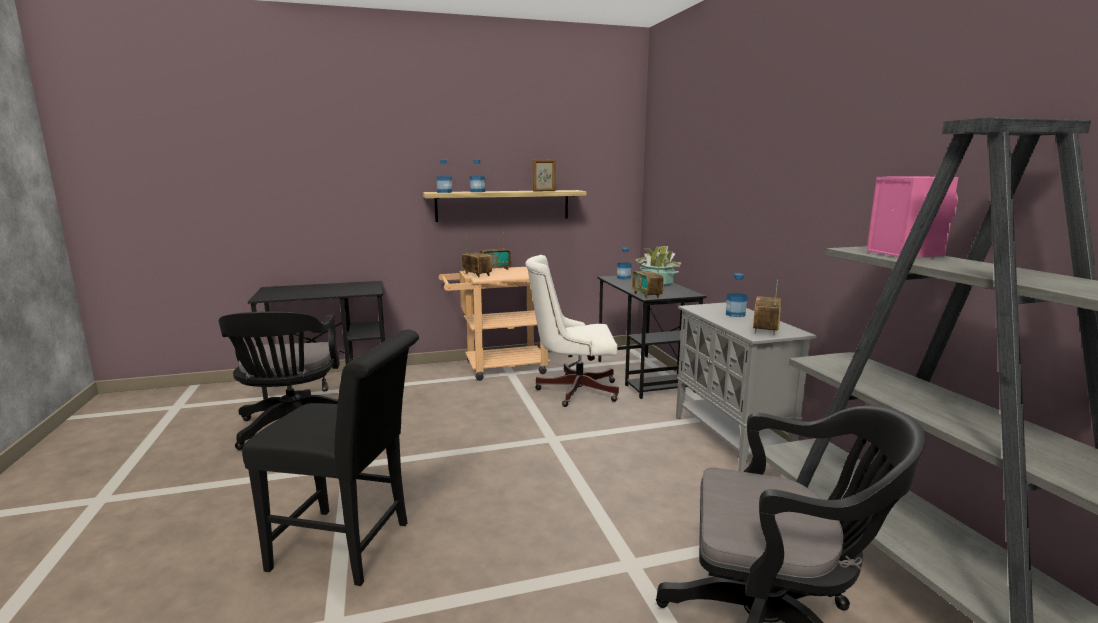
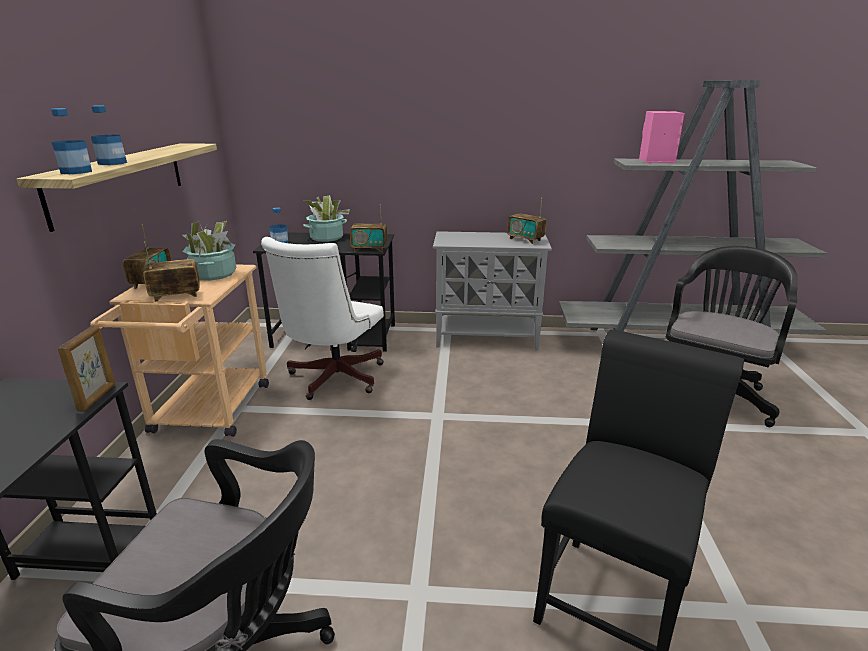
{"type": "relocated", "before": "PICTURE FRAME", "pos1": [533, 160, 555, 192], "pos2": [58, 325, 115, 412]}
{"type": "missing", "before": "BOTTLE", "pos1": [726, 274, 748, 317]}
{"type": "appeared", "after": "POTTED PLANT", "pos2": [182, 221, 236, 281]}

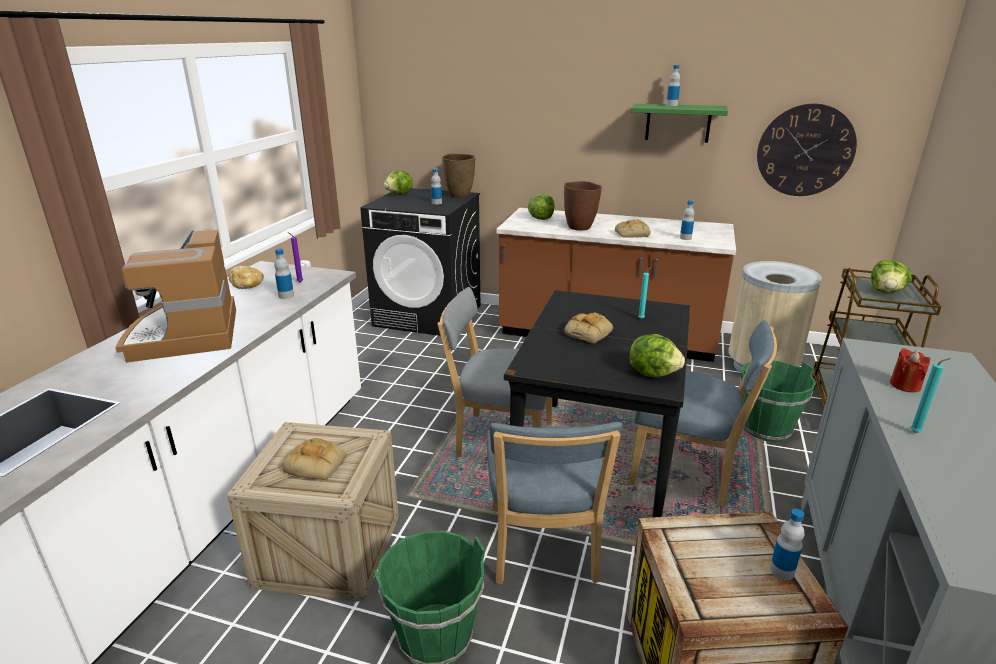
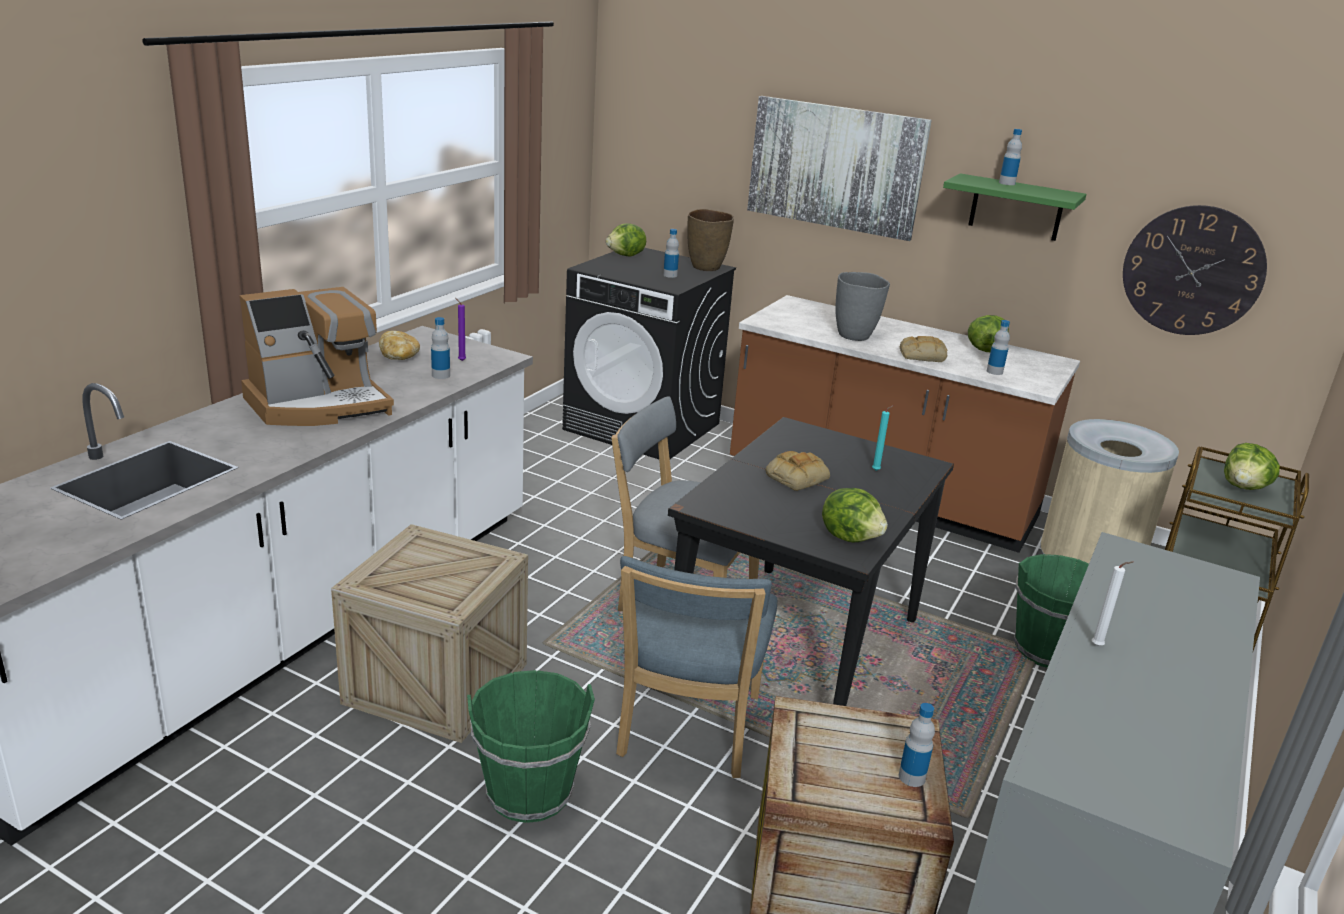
{"type": "spun", "before": "COFFEE MACHINE", "pos1": [115, 230, 236, 363], "pos2": [240, 287, 394, 426], "turn": -120}
{"type": "missing", "before": "BREAD", "pos1": [283, 438, 347, 480]}
{"type": "relocated", "before": "LETTUCE", "pos1": [528, 194, 554, 220], "pos2": [968, 315, 1009, 352]}
{"type": "colour", "before": "BROWN VASE", "after": "GREY VASE", "pos1": [564, 181, 602, 231], "pos2": [835, 272, 890, 341]}
{"type": "missing", "before": "BLUE CHAIR", "pos1": [629, 320, 777, 507]}
{"type": "missing", "before": "RED CANDLE", "pos1": [890, 348, 930, 392]}
{"type": "colour", "before": "TURQUOISE CANDLE", "after": "WHITE CANDLE", "pos1": [910, 358, 951, 433], "pos2": [1092, 561, 1134, 646]}
{"type": "appeared", "after": "PICTURE", "pos2": [747, 96, 932, 241]}

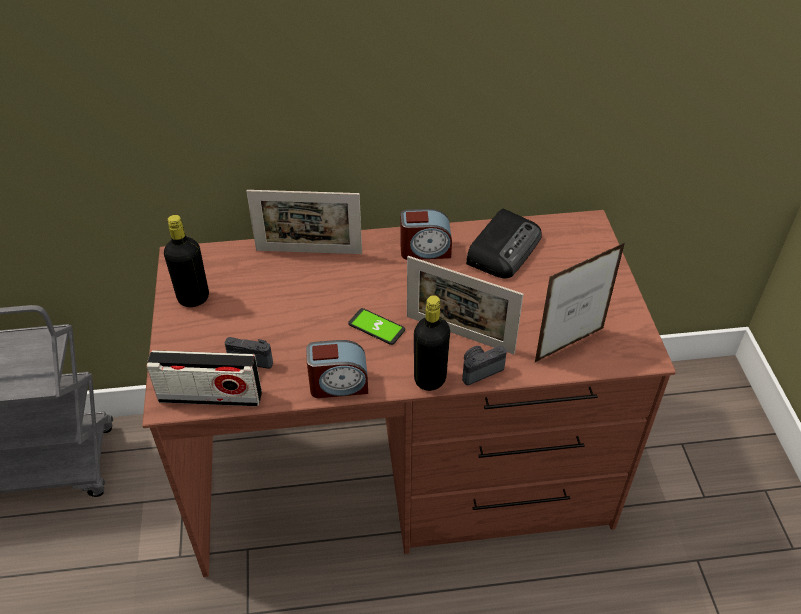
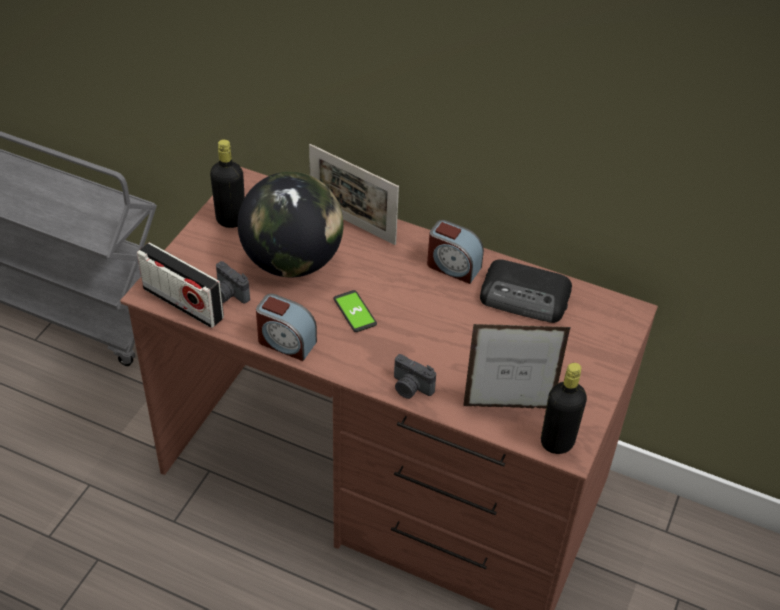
{"type": "missing", "before": "PICTURE FRAME", "pos1": [407, 256, 524, 355]}
{"type": "relocated", "before": "BLACK BOTTLE", "pos1": [414, 295, 450, 391], "pos2": [541, 363, 587, 454]}
{"type": "spun", "before": "PHOTO CAMERA", "pos1": [462, 346, 507, 385], "pos2": [394, 354, 436, 399], "turn": -150}
{"type": "spun", "before": "RADIO", "pos1": [466, 208, 542, 278], "pos2": [480, 259, 572, 323], "turn": 45}
{"type": "appeared", "after": "GLOBE", "pos2": [238, 172, 344, 277]}

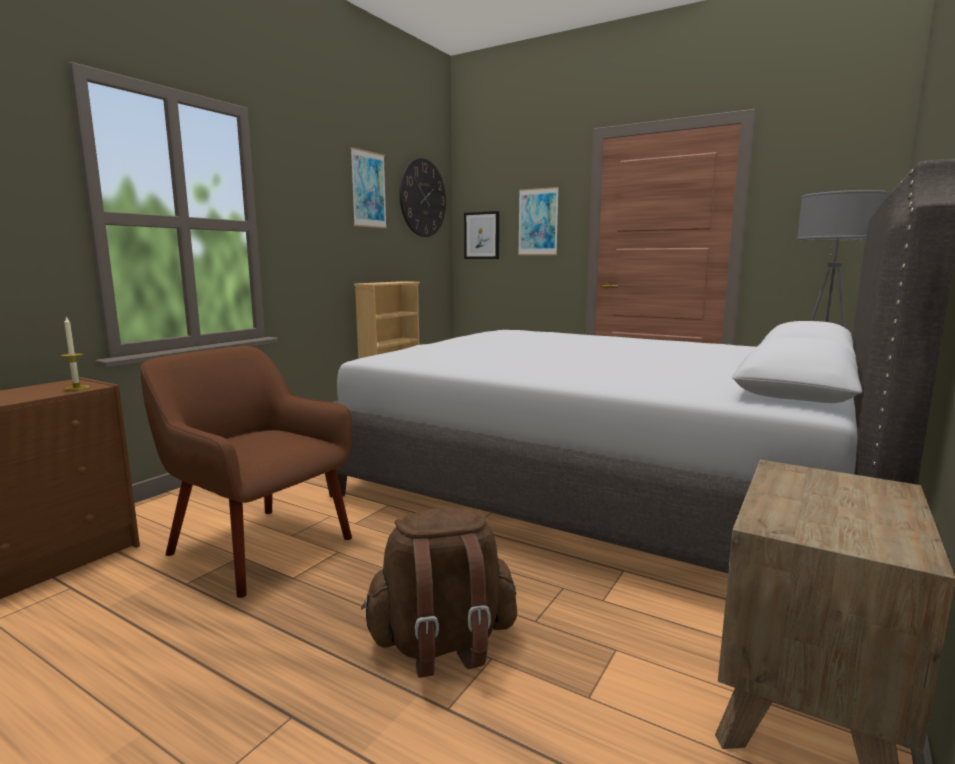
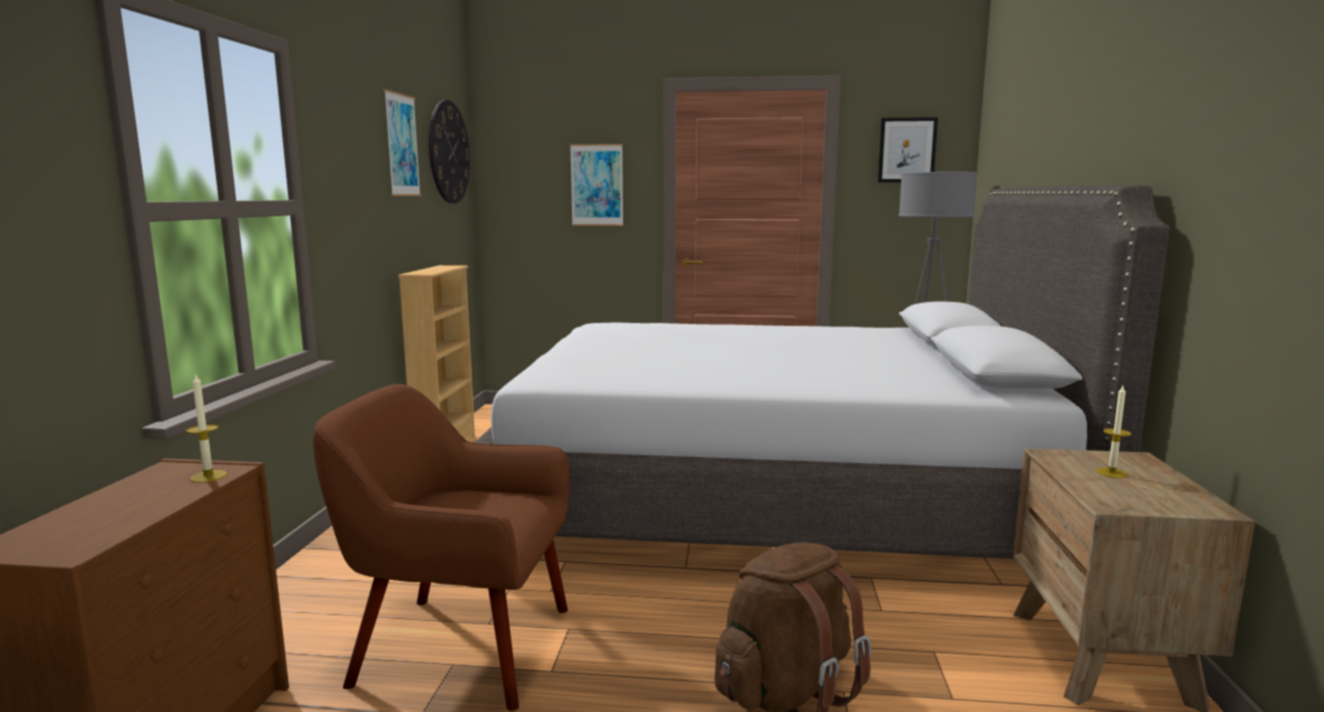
{"type": "relocated", "before": "PICTURE", "pos1": [464, 211, 499, 259], "pos2": [878, 117, 938, 182]}
{"type": "appeared", "after": "CANDLE", "pos2": [1096, 386, 1131, 478]}

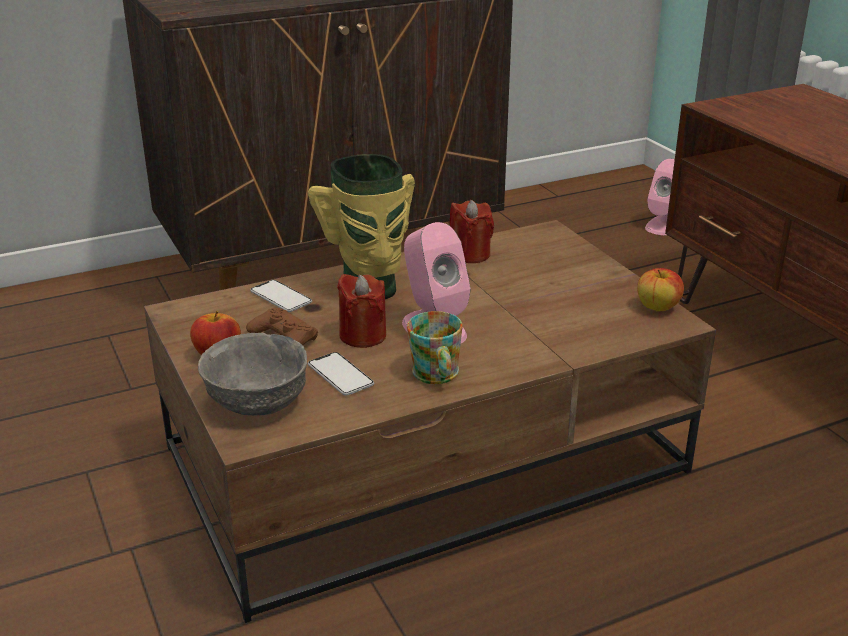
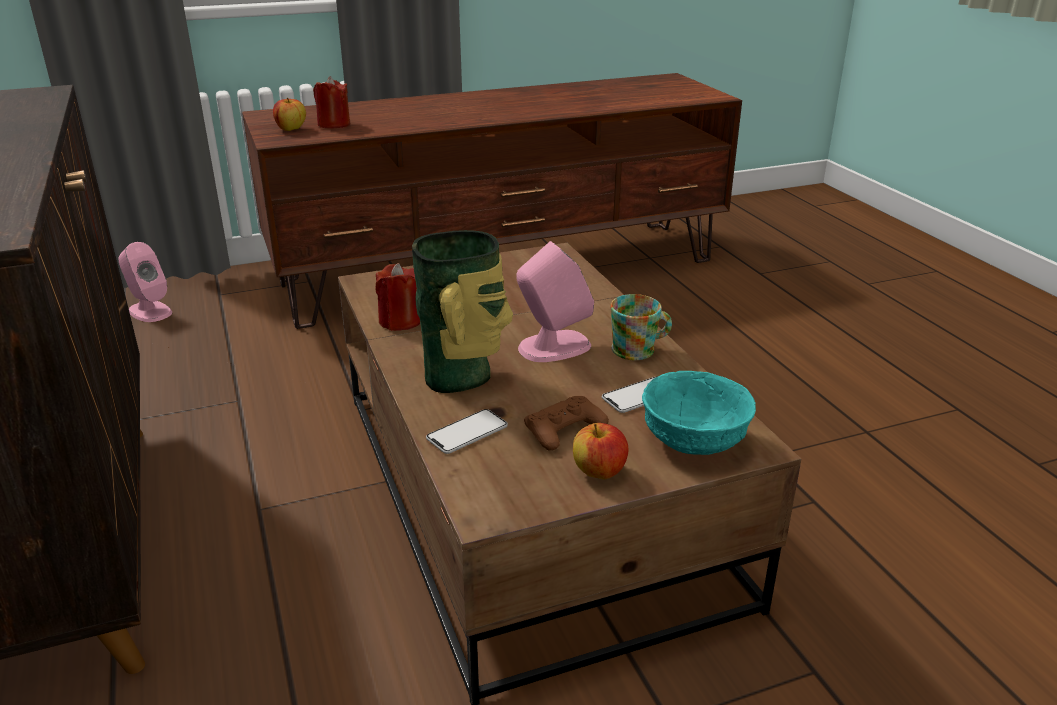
{"type": "colour", "before": "GREY BOWL", "after": "TURQUOISE BOWL", "pos1": [198, 333, 307, 416], "pos2": [642, 371, 756, 455]}
{"type": "relocated", "before": "RED CANDLE", "pos1": [337, 274, 386, 348], "pos2": [313, 76, 350, 128]}
{"type": "relocated", "before": "APPLE", "pos1": [637, 268, 684, 312], "pos2": [273, 98, 306, 131]}

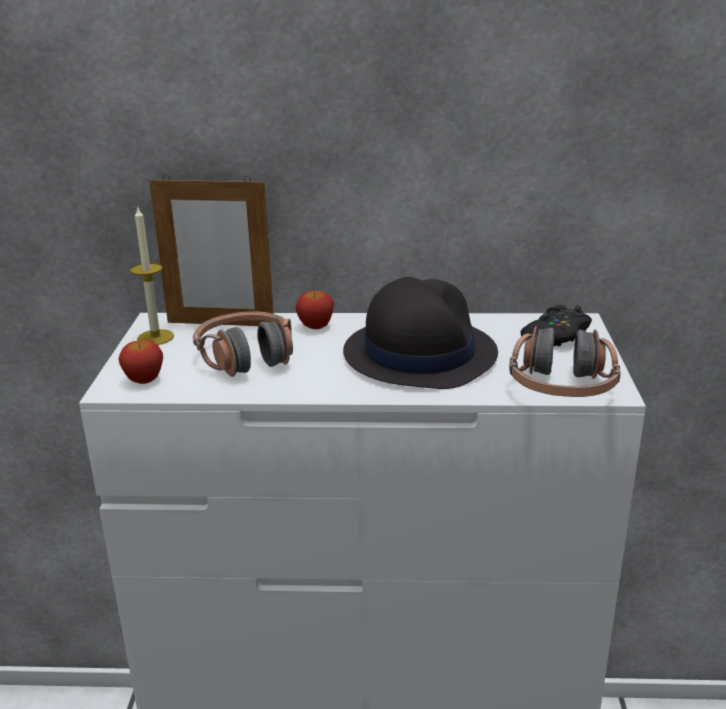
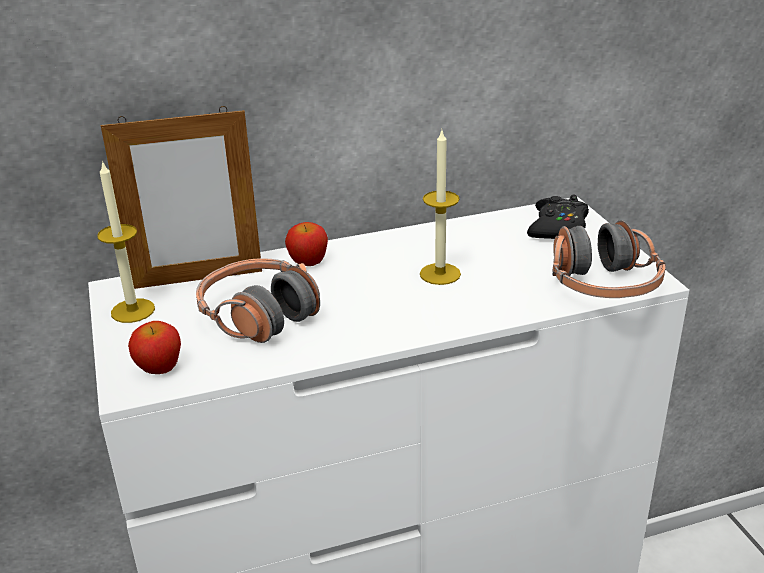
{"type": "exchanged", "before": "BLACK HAT", "after": "CANDLE", "pos1": [343, 277, 498, 389], "pos2": [420, 128, 461, 285]}

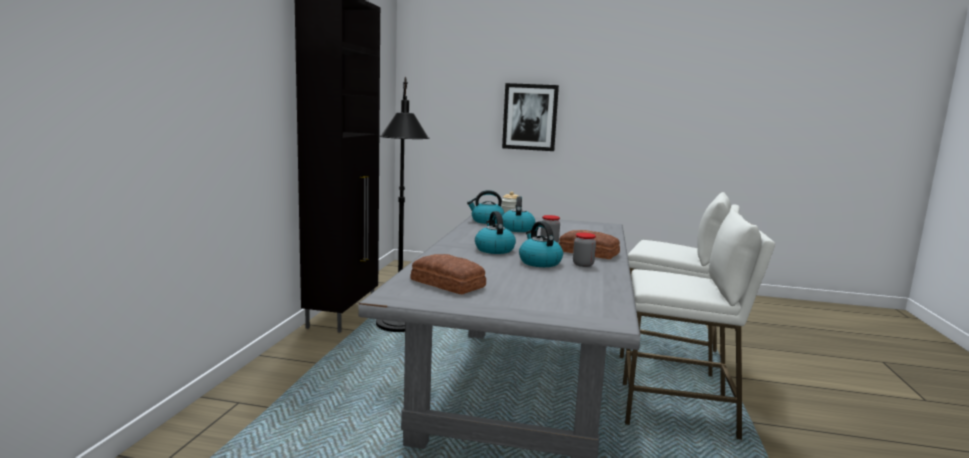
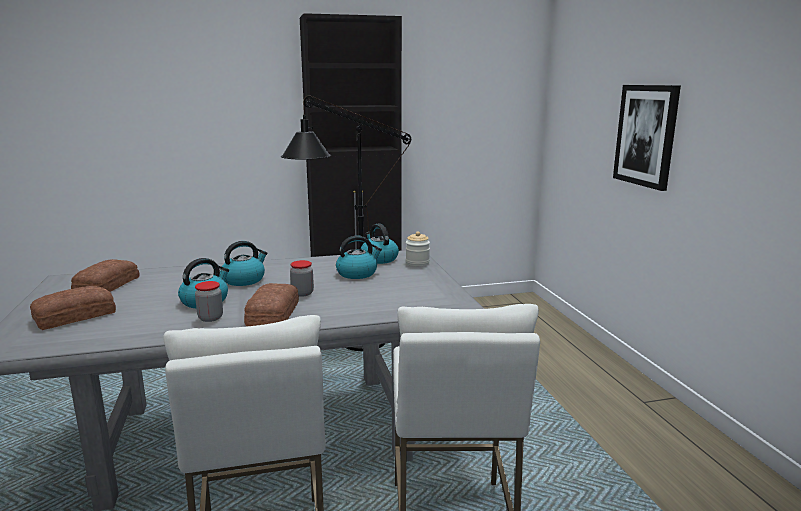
{"type": "appeared", "after": "BREAD", "pos2": [30, 286, 116, 330]}

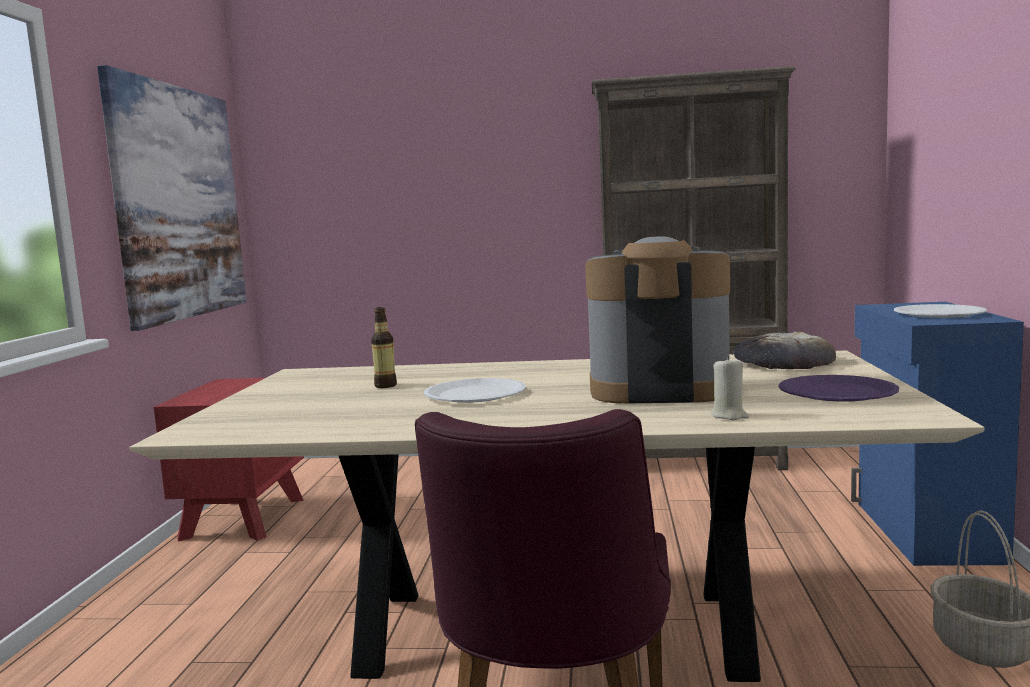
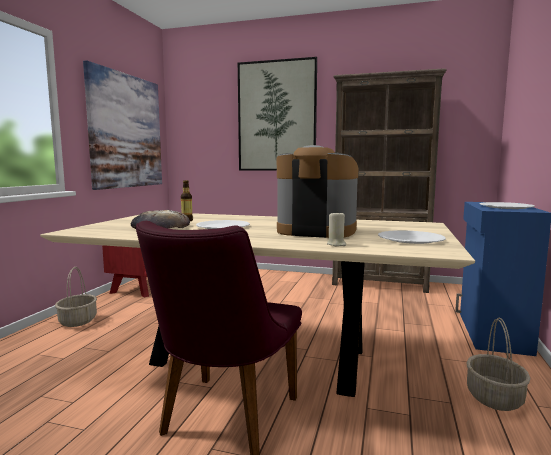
{"type": "relocated", "before": "BREAD", "pos1": [732, 331, 836, 369], "pos2": [131, 210, 190, 229]}
{"type": "colour", "before": "PURPLE PLATE", "after": "WHITE PLATE", "pos1": [778, 375, 899, 402], "pos2": [378, 230, 446, 244]}
{"type": "appeared", "after": "BASKET", "pos2": [55, 267, 97, 327]}
{"type": "appeared", "after": "PICTURE", "pos2": [238, 57, 317, 171]}

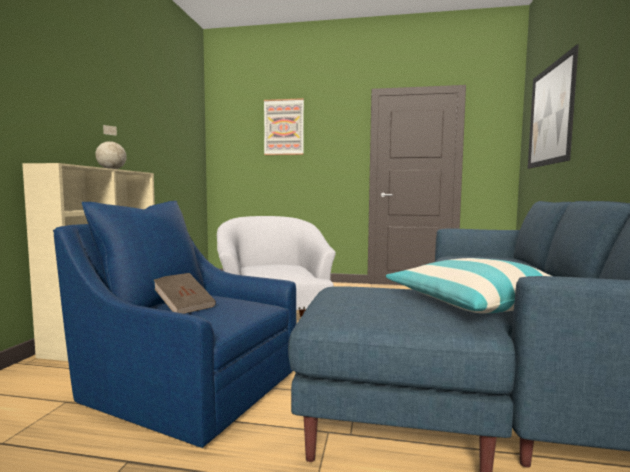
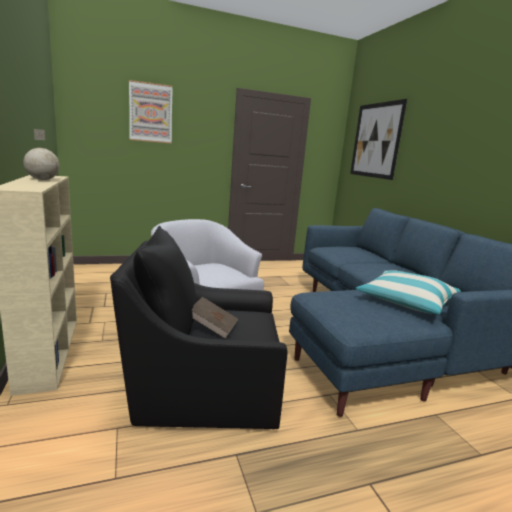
{"type": "colour", "before": "BLUE ARMCHAIR", "after": "BLACK ARMCHAIR", "pos1": [53, 201, 296, 448], "pos2": [110, 226, 288, 429]}

